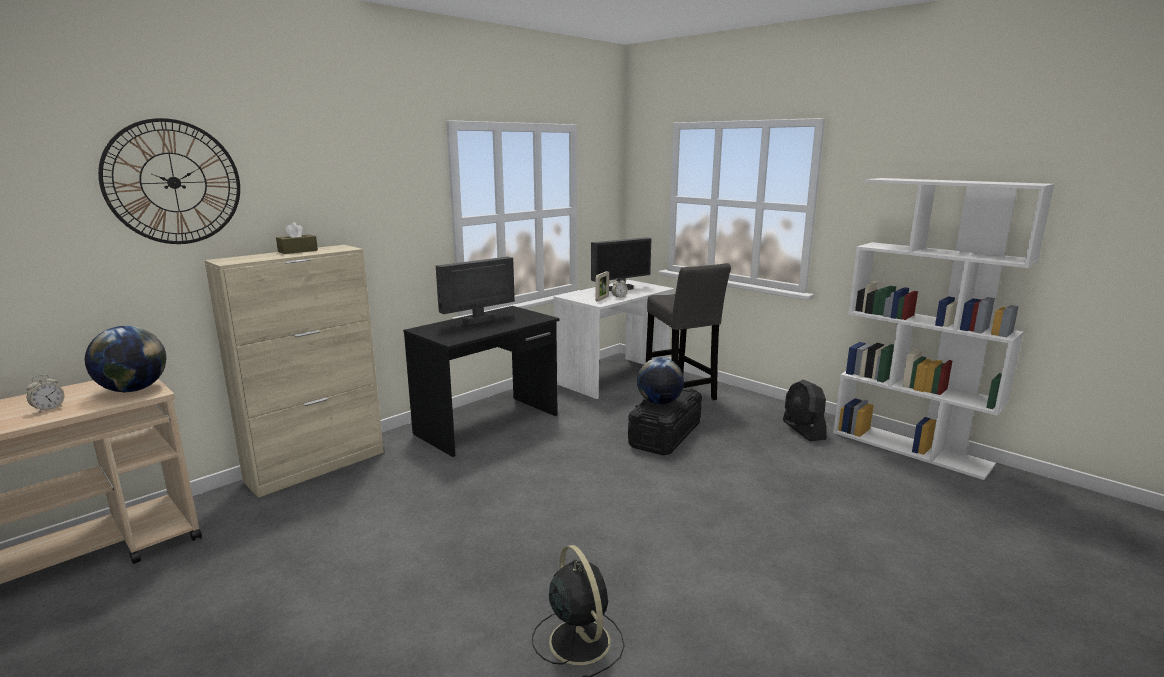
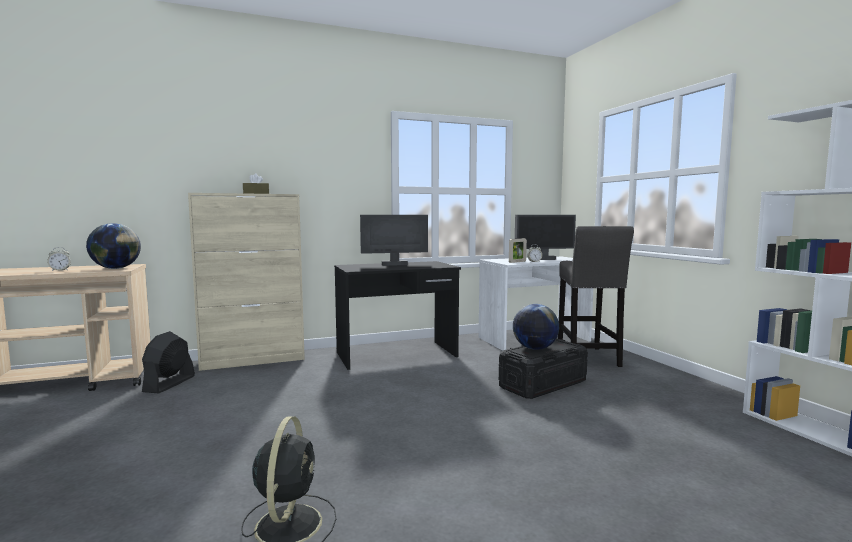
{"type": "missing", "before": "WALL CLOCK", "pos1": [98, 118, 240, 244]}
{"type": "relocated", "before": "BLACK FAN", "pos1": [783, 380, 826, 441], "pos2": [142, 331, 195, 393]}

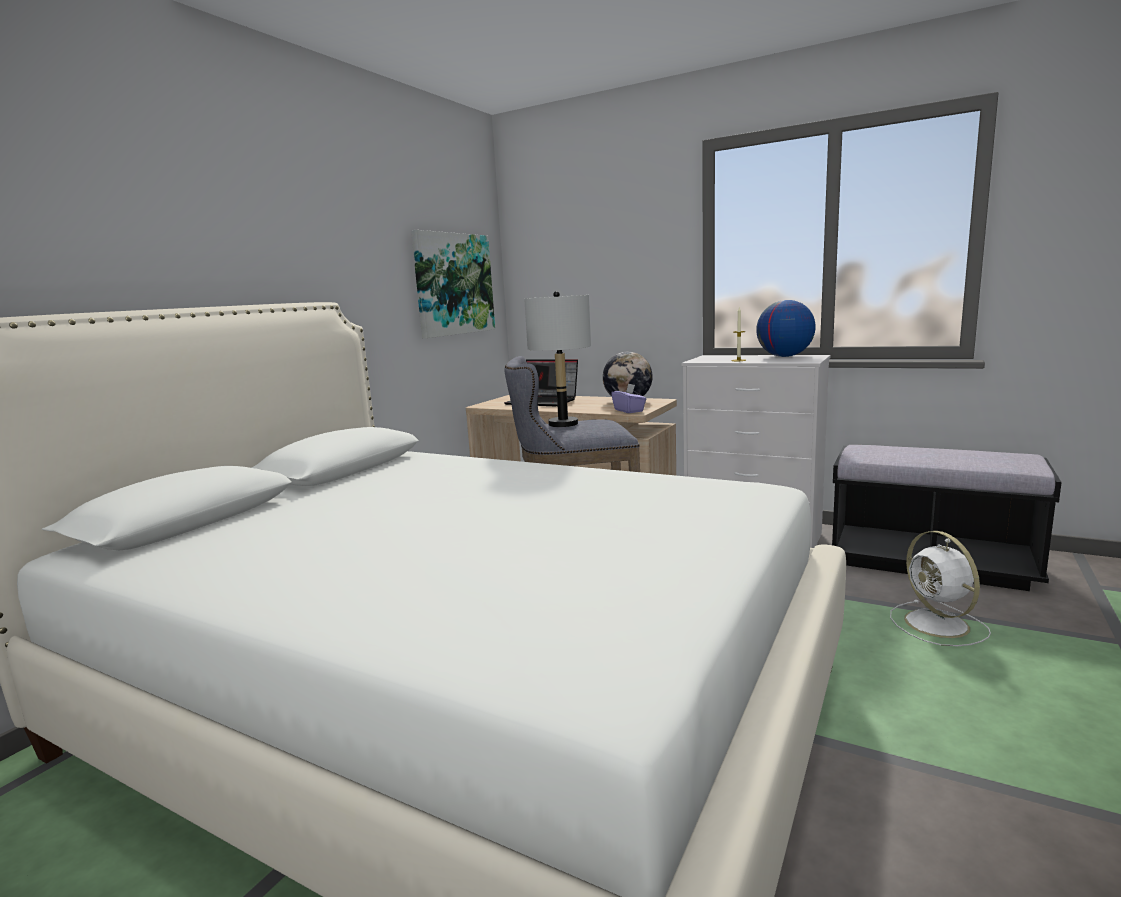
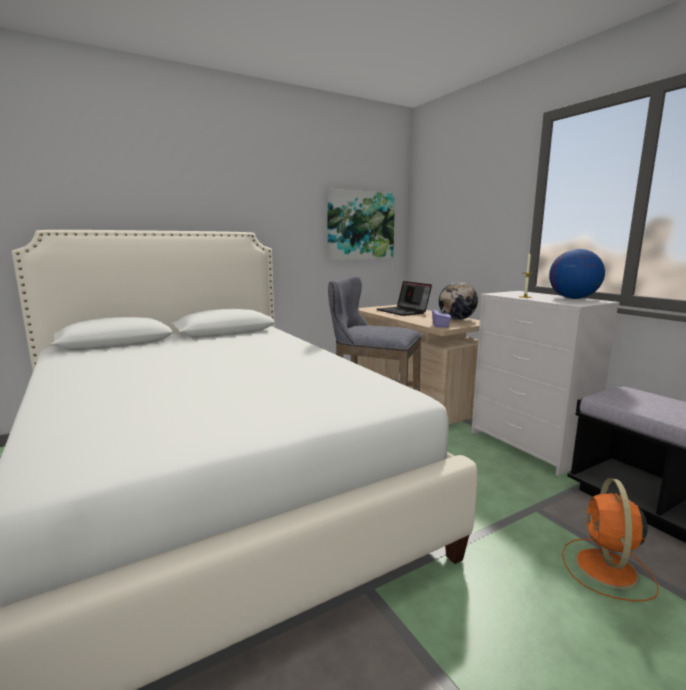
{"type": "missing", "before": "GREY TABLE LAMP", "pos1": [524, 291, 591, 427]}
{"type": "colour", "before": "WHITE FAN", "after": "ORANGE FAN", "pos1": [890, 531, 991, 646], "pos2": [562, 478, 659, 601]}

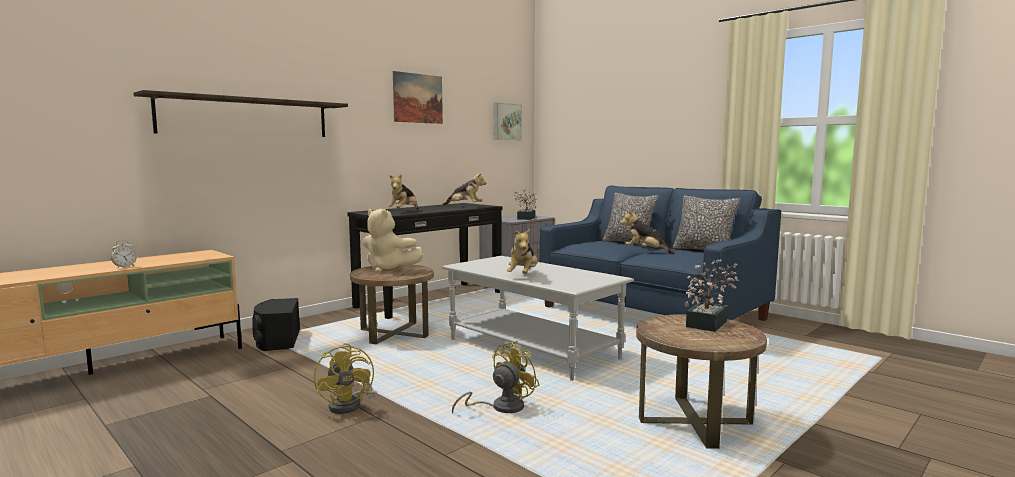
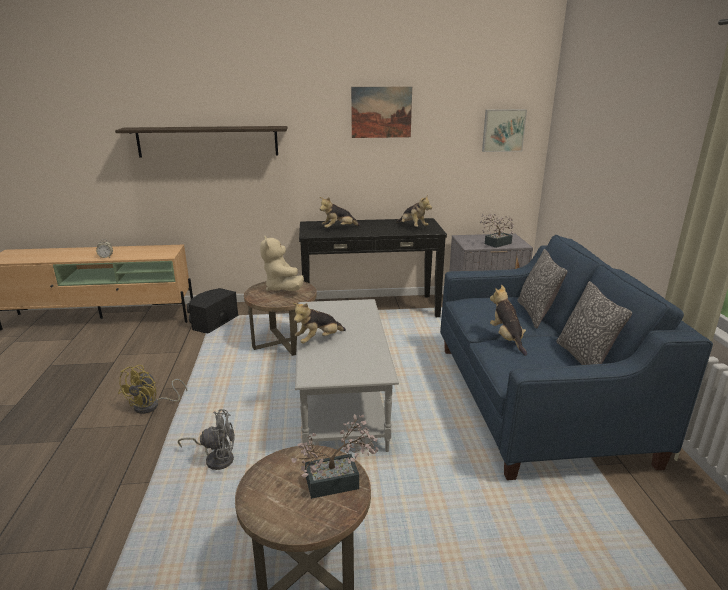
{"type": "colour", "before": "YELLOW FAN", "after": "GREY FAN", "pos1": [452, 341, 539, 414], "pos2": [178, 409, 235, 470]}

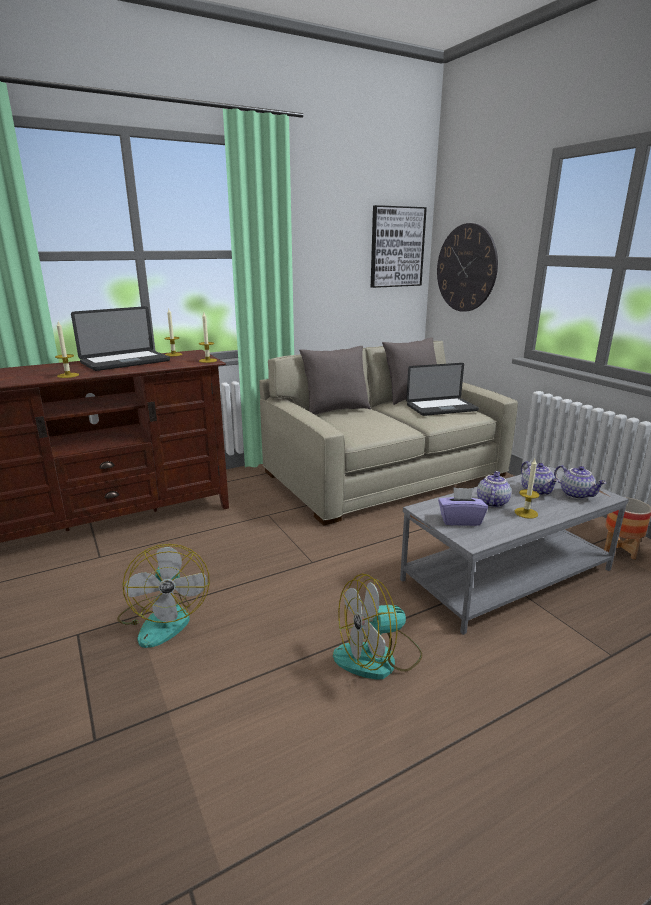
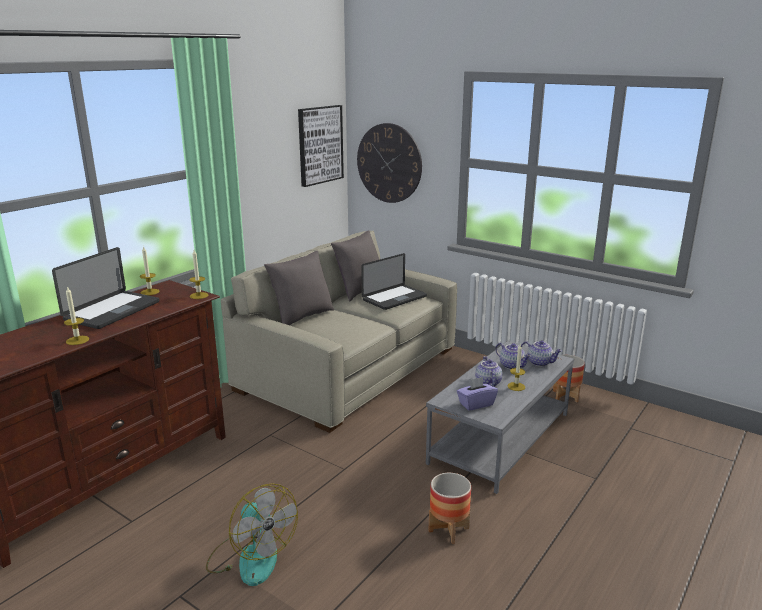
{"type": "exchanged", "before": "FAN", "after": "PLANTER", "pos1": [333, 574, 422, 680], "pos2": [429, 473, 471, 544]}

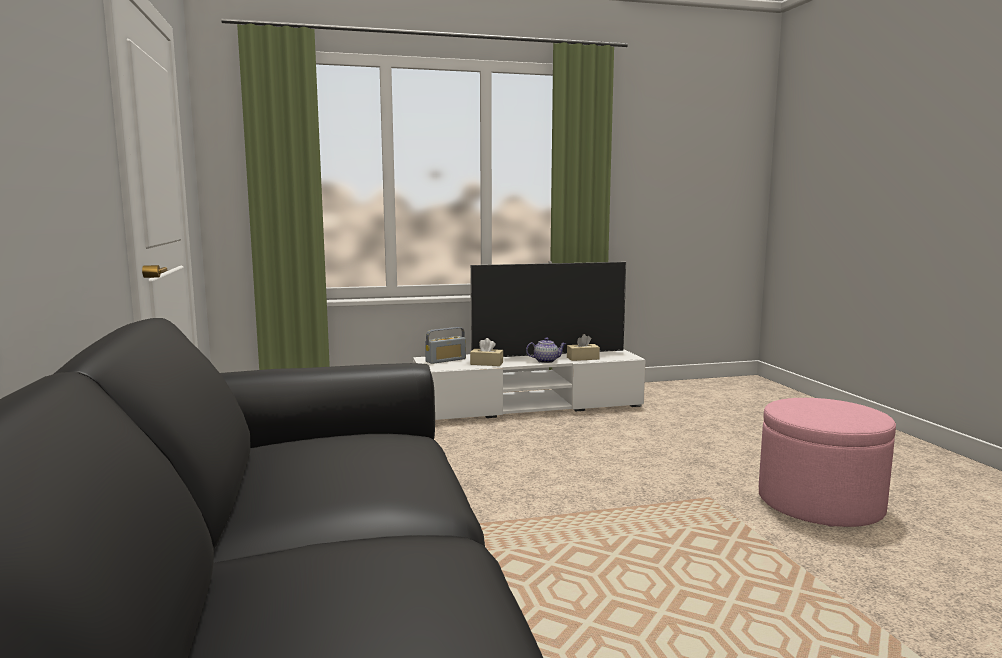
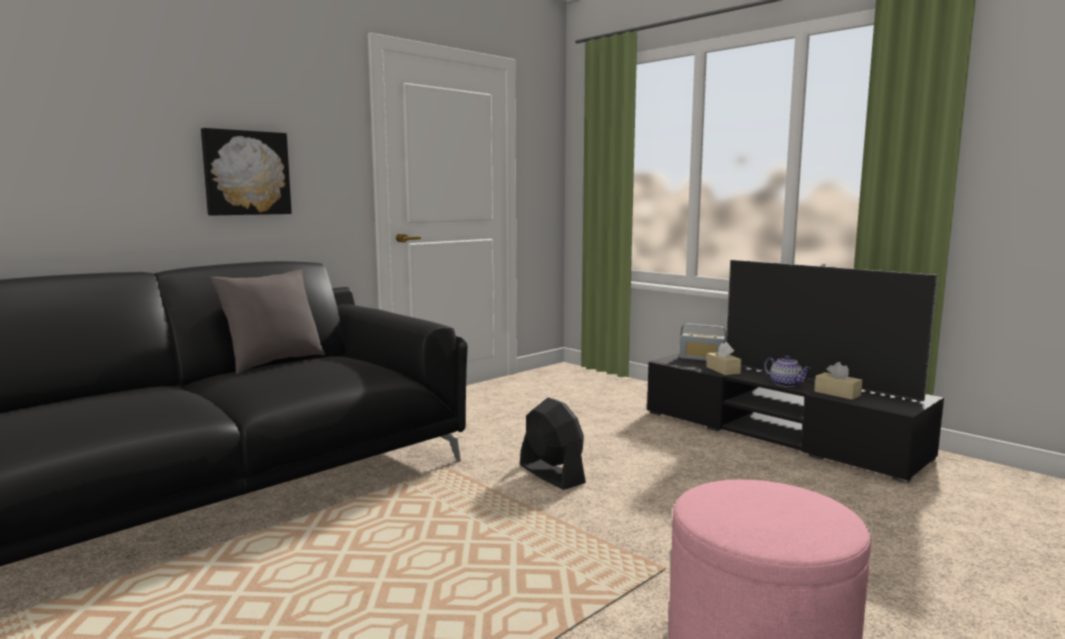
{"type": "colour", "before": "WHITE TV STAND", "after": "BLACK TV STAND", "pos1": [413, 349, 645, 420], "pos2": [647, 353, 944, 483]}
{"type": "appeared", "after": "PICTURE", "pos2": [201, 128, 292, 216]}
{"type": "appeared", "after": "GREY PILLOW", "pos2": [210, 269, 325, 374]}
{"type": "appeared", "after": "BLACK FAN", "pos2": [520, 398, 586, 490]}

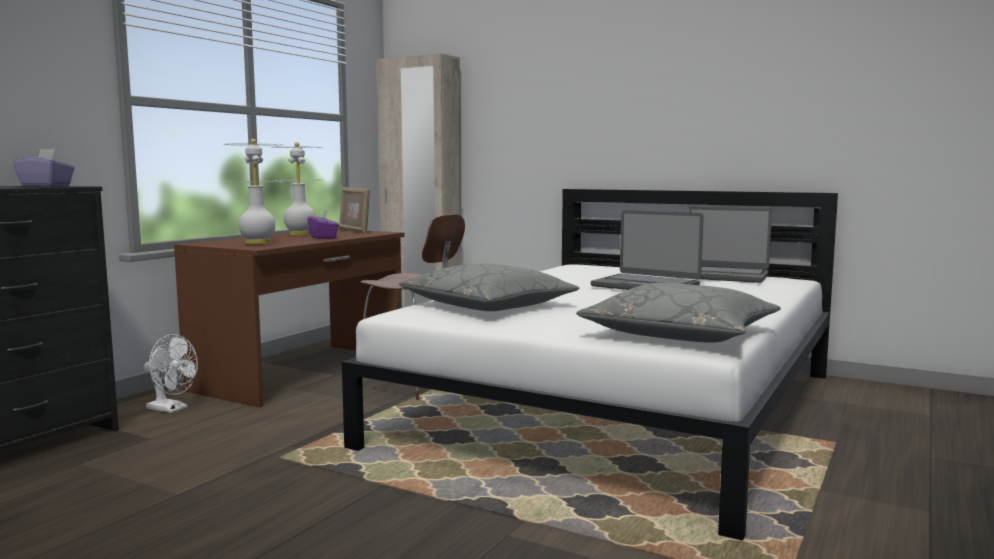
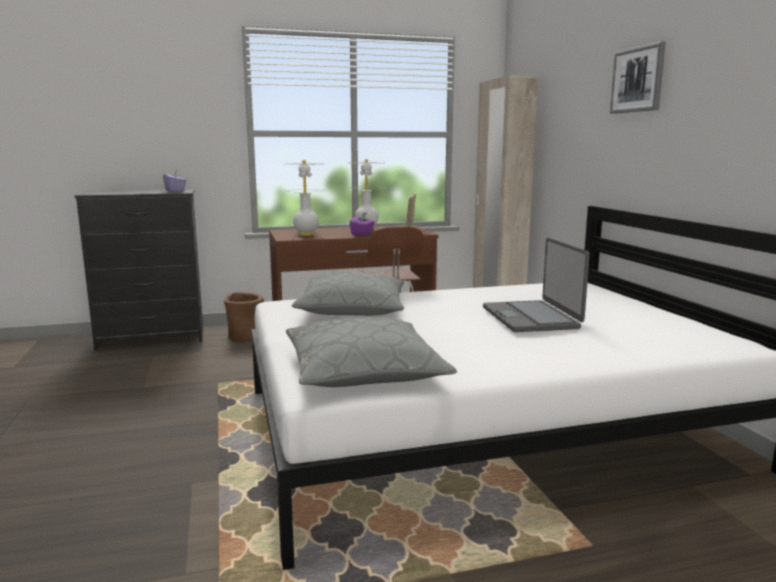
{"type": "exchanged", "before": "WHITE FAN", "after": "BROWN PLANTER", "pos1": [143, 334, 198, 413], "pos2": [224, 292, 264, 341]}
{"type": "missing", "before": "LAPTOP", "pos1": [689, 207, 772, 283]}
{"type": "appeared", "after": "PICTURE", "pos2": [609, 41, 666, 114]}

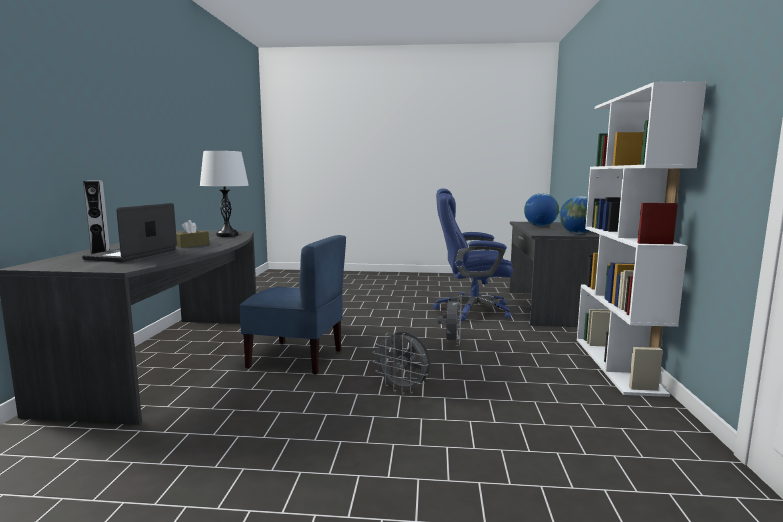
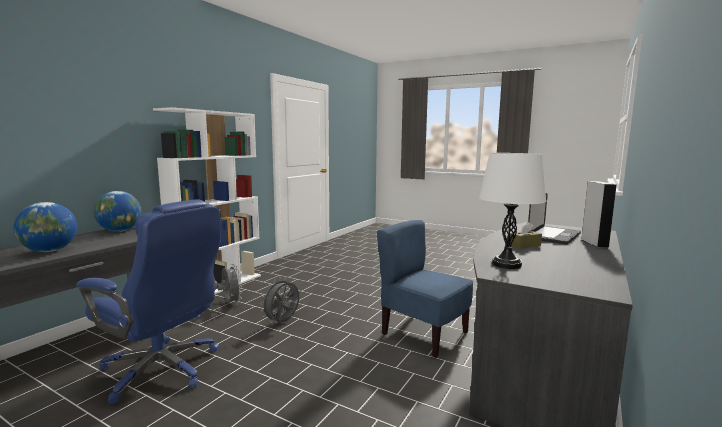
{"type": "relocated", "before": "GREY FAN", "pos1": [373, 331, 430, 394], "pos2": [217, 264, 242, 305]}

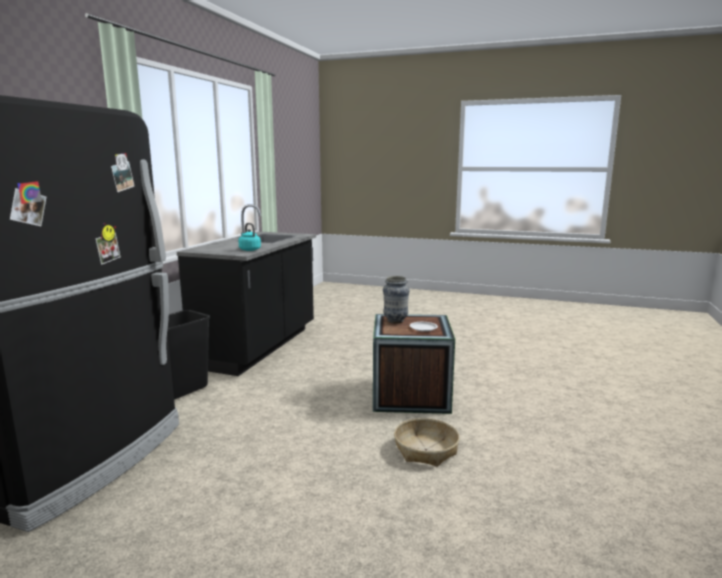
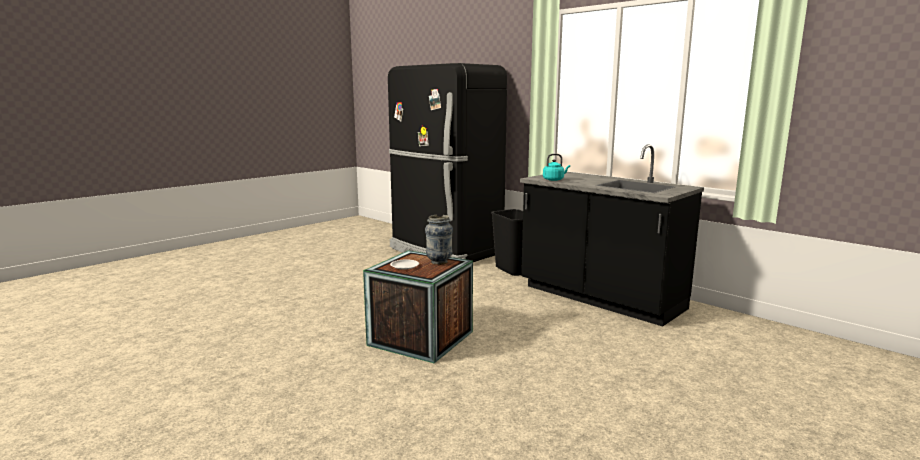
{"type": "missing", "before": "BASKET", "pos1": [394, 418, 460, 467]}

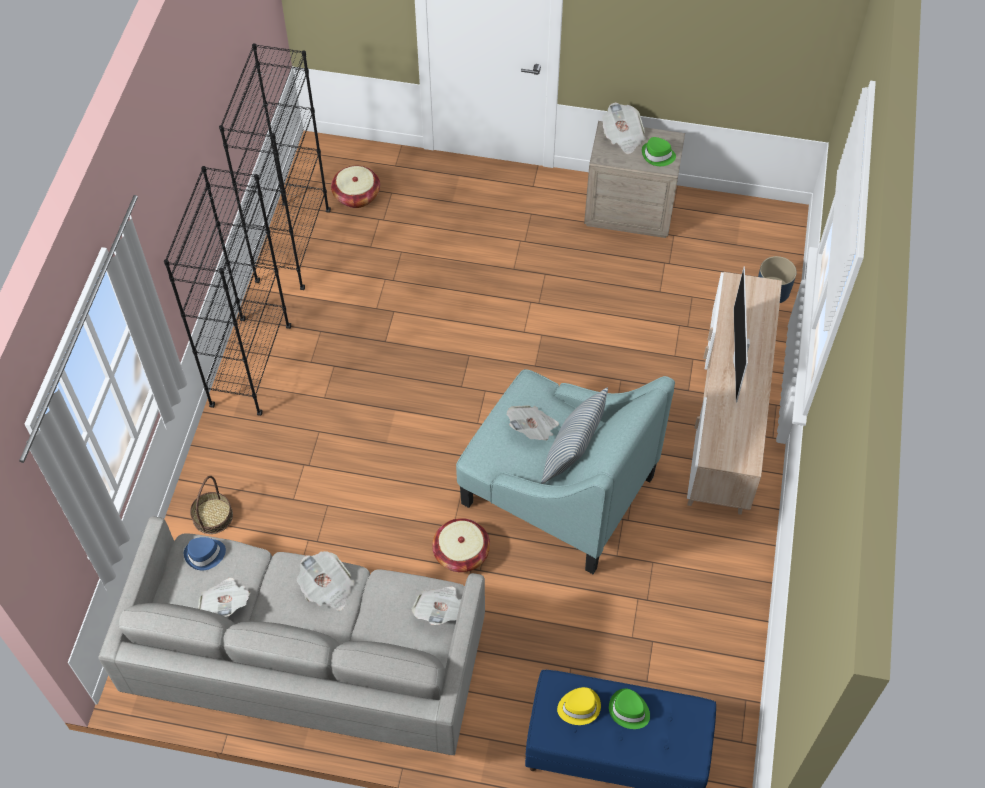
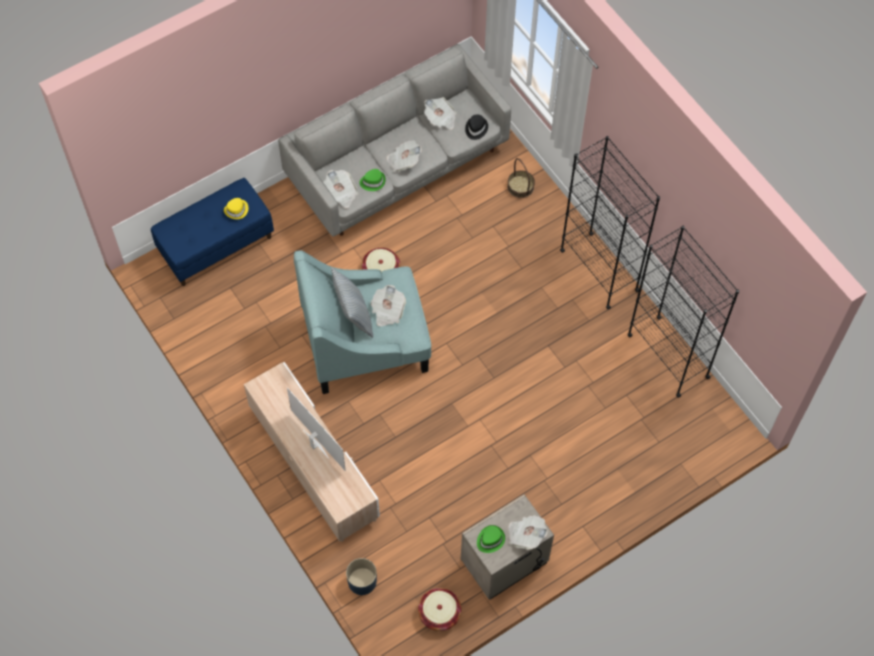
{"type": "colour", "before": "BLUE HAT", "after": "BLACK HAT", "pos1": [184, 537, 226, 570], "pos2": [465, 114, 488, 140]}
{"type": "relocated", "before": "BASKET", "pos1": [331, 166, 380, 208], "pos2": [418, 588, 461, 631]}
{"type": "relocated", "before": "GREEN HAT", "pos1": [609, 688, 650, 729], "pos2": [359, 169, 386, 191]}

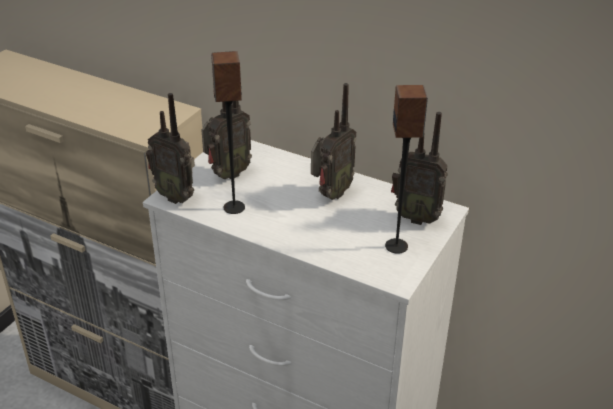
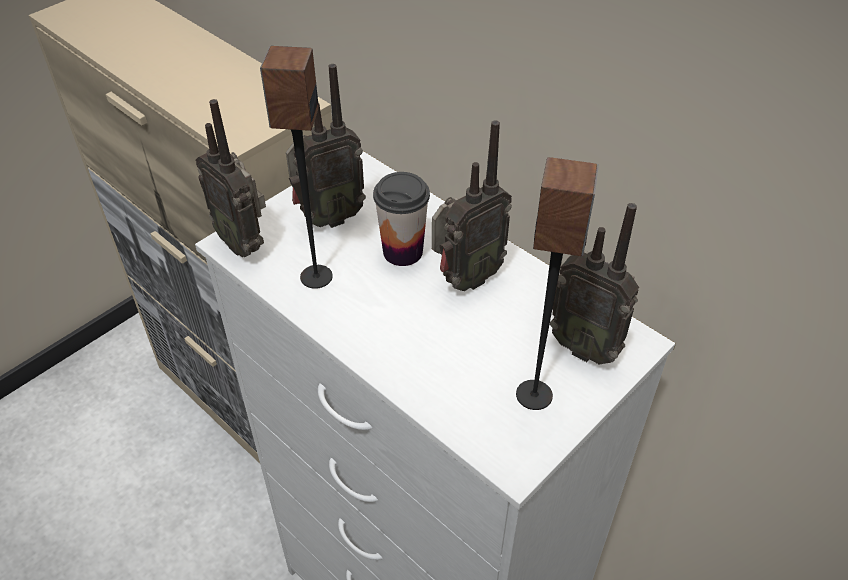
{"type": "appeared", "after": "CUP", "pos2": [373, 172, 430, 266]}

